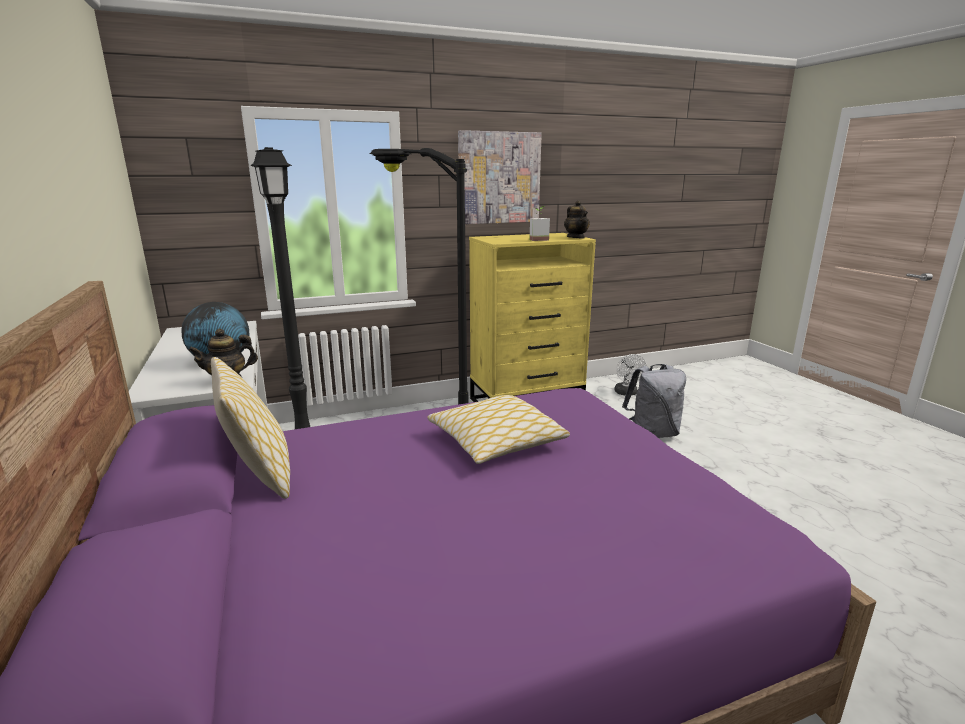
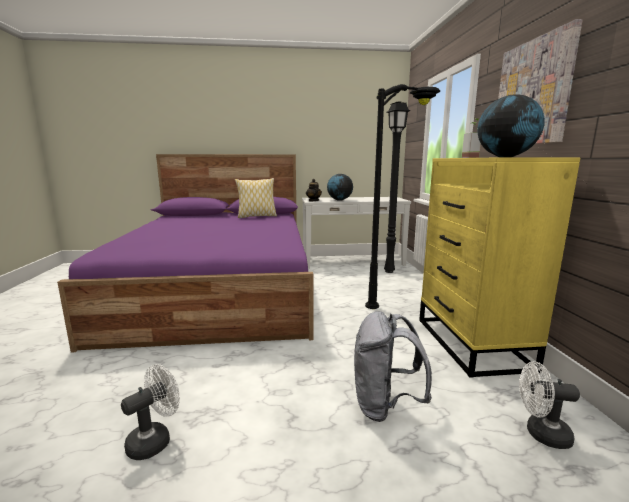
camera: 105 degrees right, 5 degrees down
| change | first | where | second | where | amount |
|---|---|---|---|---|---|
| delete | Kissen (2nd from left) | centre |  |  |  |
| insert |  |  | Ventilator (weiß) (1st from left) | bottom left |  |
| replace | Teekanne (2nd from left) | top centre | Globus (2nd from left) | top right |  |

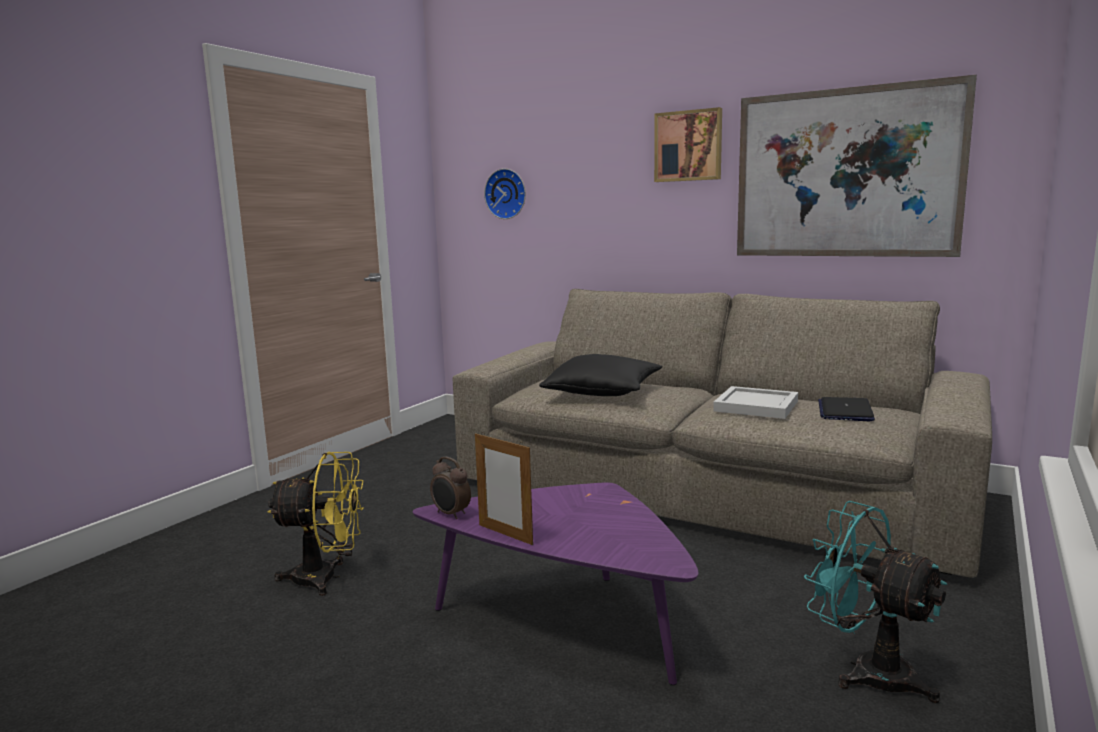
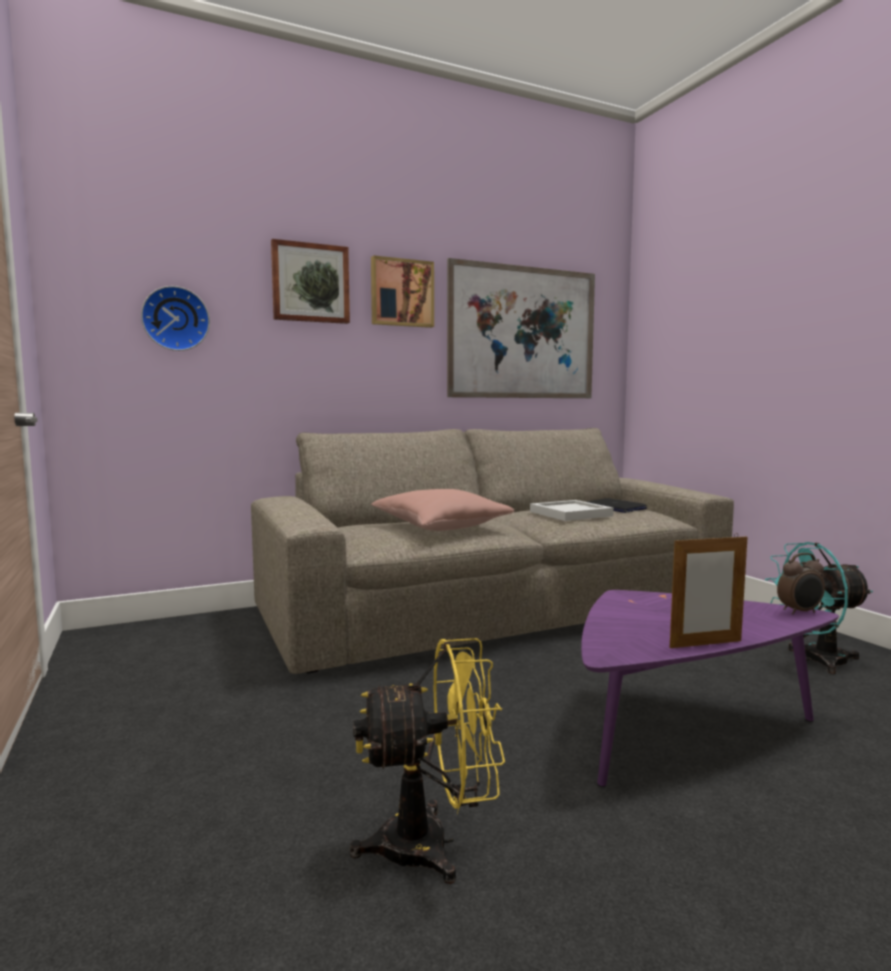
camera: 55 degrees left, 5 degrees down
| change | first | where | second | where | amount |
|---|---|---|---|---|---|
| insert |  |  | Bild (1st from left) | top centre |  |
| move | Wecker | bottom centre |  | middle right |  |
| recolor | Kissen (schwarz) | centre | Kissen (rosa) | centre |  |
| rotate | Ventilator (gelb) | bottom left |  | bottom centre | 45 degrees clockwise |

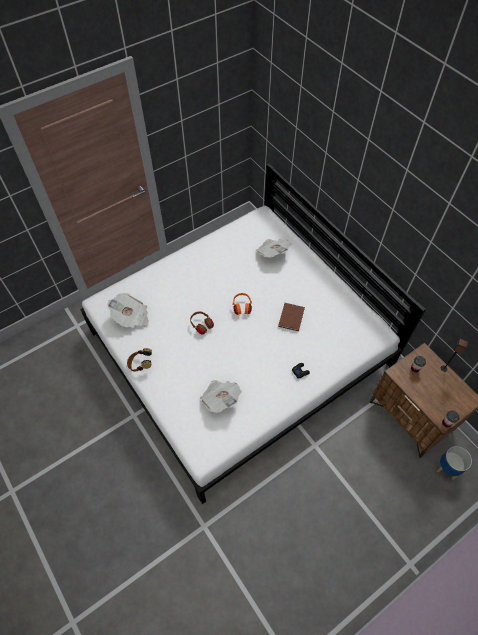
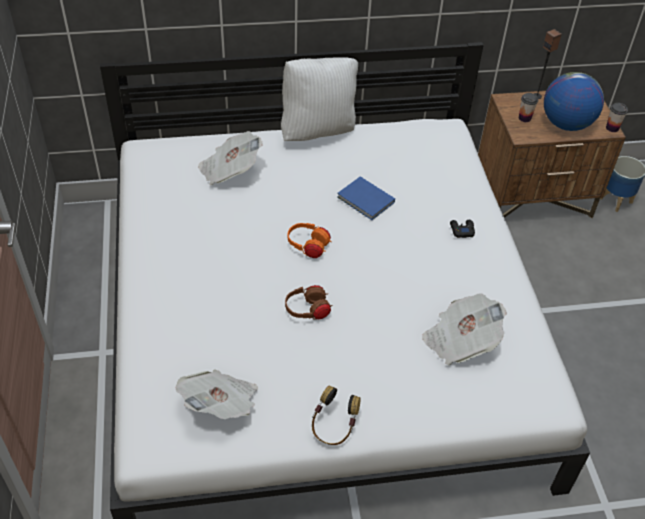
camera: 65 degrees left, 10 degrees down
| change | first | where | second | where | amount |
|---|---|---|---|---|---|
| insert |  |  | Kissen (weiß) | top centre |  |
| insert |  |  | Globus | top right |  |
| recolor | Buch (braun) | centre | Buch (blau) | centre |  |

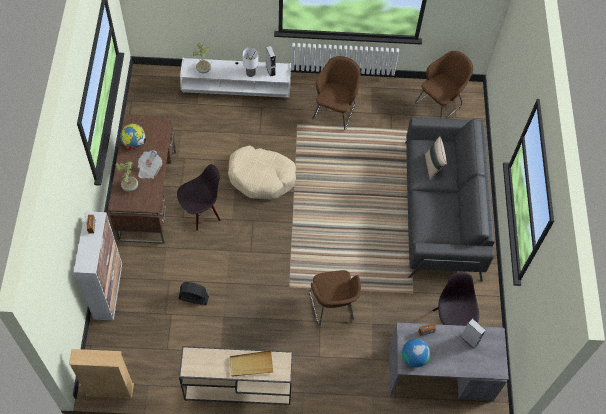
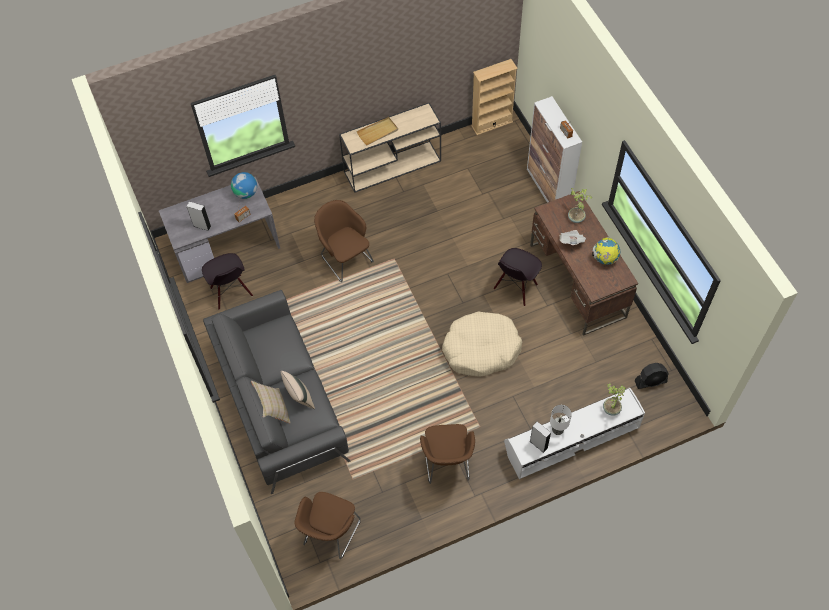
camera: 160 degrees right, 0 degrees up
| change | first | where | second | where | amount |
|---|---|---|---|---|---|
| insert |  |  | Kissen (beige) (1st from left) | middle left |  |
| move | Ventilator (schwarz) | bottom left |  | middle right |  |

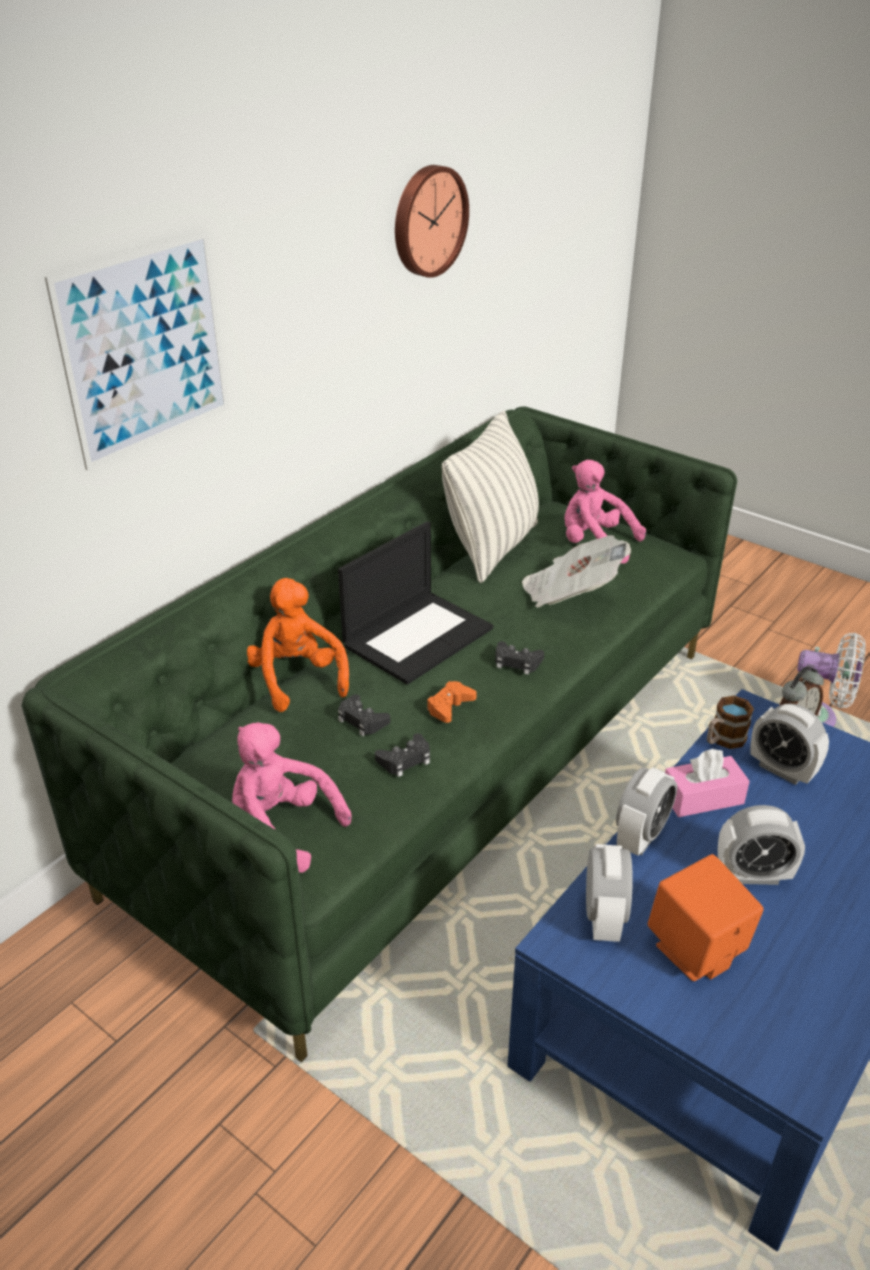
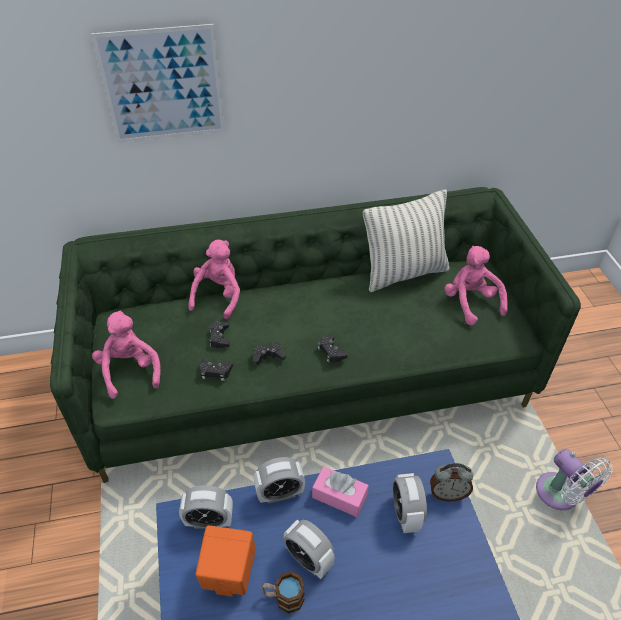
camera: 40 degrees right, 10 degrees up
| change | first | where | second | where | amount |
|---|---|---|---|---|---|
| delete | Laptop | centre |  |  |  |
| delete | Wanduhr | top centre |  |  |  |
| delete | Zeitung | centre |  |  |  |
| move | Henkelbecher | middle right |  | bottom centre |  |
| recolor | Plüschtier (orange) | centre | Plüschtier (rosa) (2nd from left) | centre |  |
| recolor | Gamepad (orange) | centre | Gamepad (schwarz) (3rd from left) | centre |  |
| rotate | Wecker (1st from left) | bottom right |  | bottom left | 45 degrees clockwise |

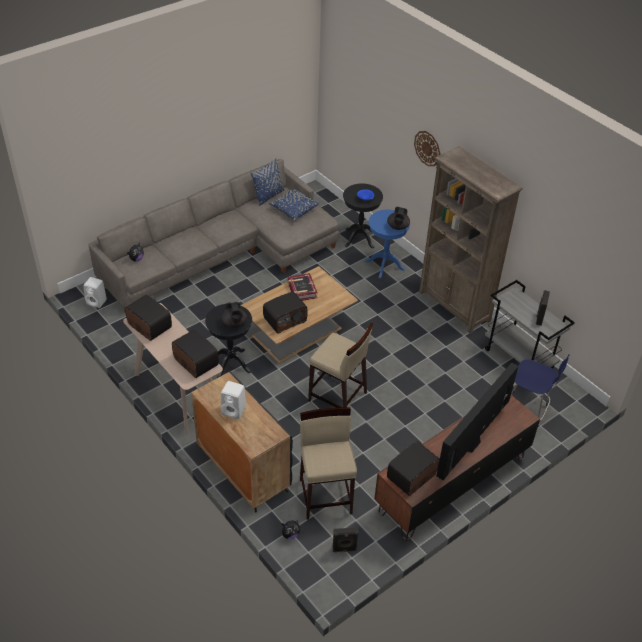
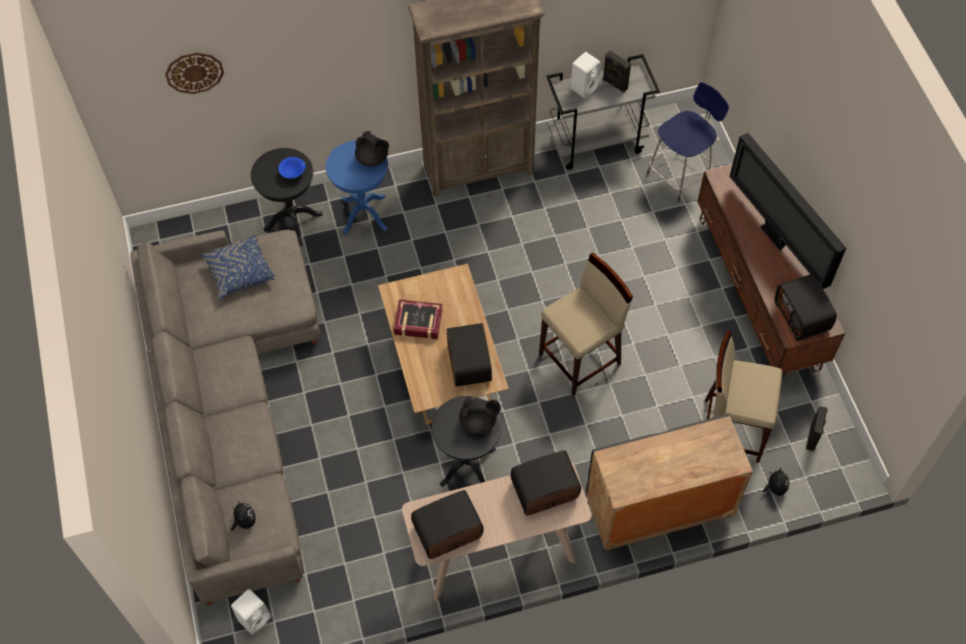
camera: 65 degrees left, 15 degrees up
| change | first | where | second | where | amount |
|---|---|---|---|---|---|
| delete | Kissen (blau) (1st from left) | top centre |  |  |  |
| move | Lautsprecher (weiß) (2nd from left) | centre |  | top centre |  |
| move | Wanduhr | top centre |  | top left |  |

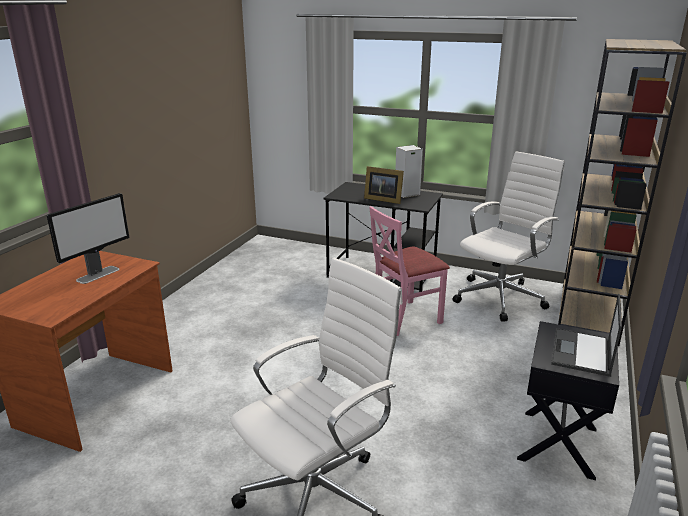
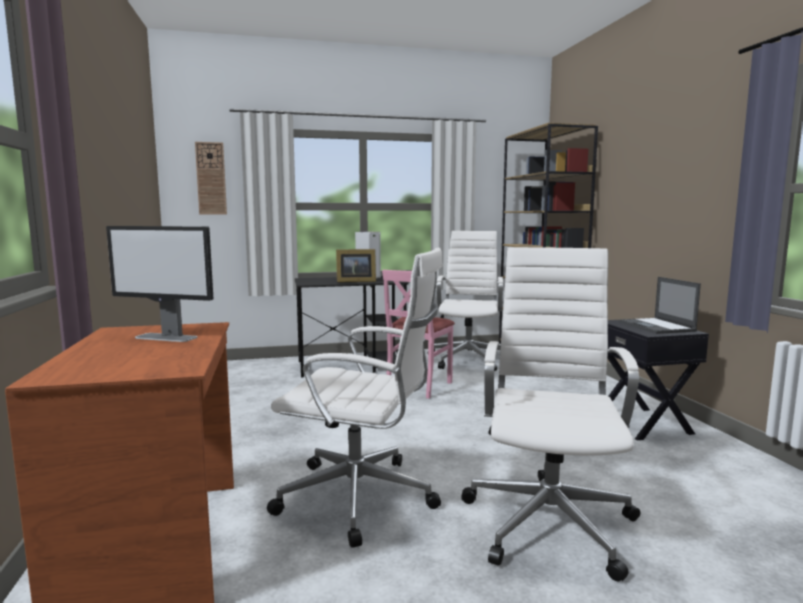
camera: 35 degrees left, 15 degrees down
| change | first | where | second | where | amount |
|---|---|---|---|---|---|
| insert |  |  | Wanduhr | top left |  |
| insert |  |  | Bürostuhl (weiß) (1st from left) | centre |  |
| rotate | Monitor | middle left |  | middle left | 105 degrees clockwise |

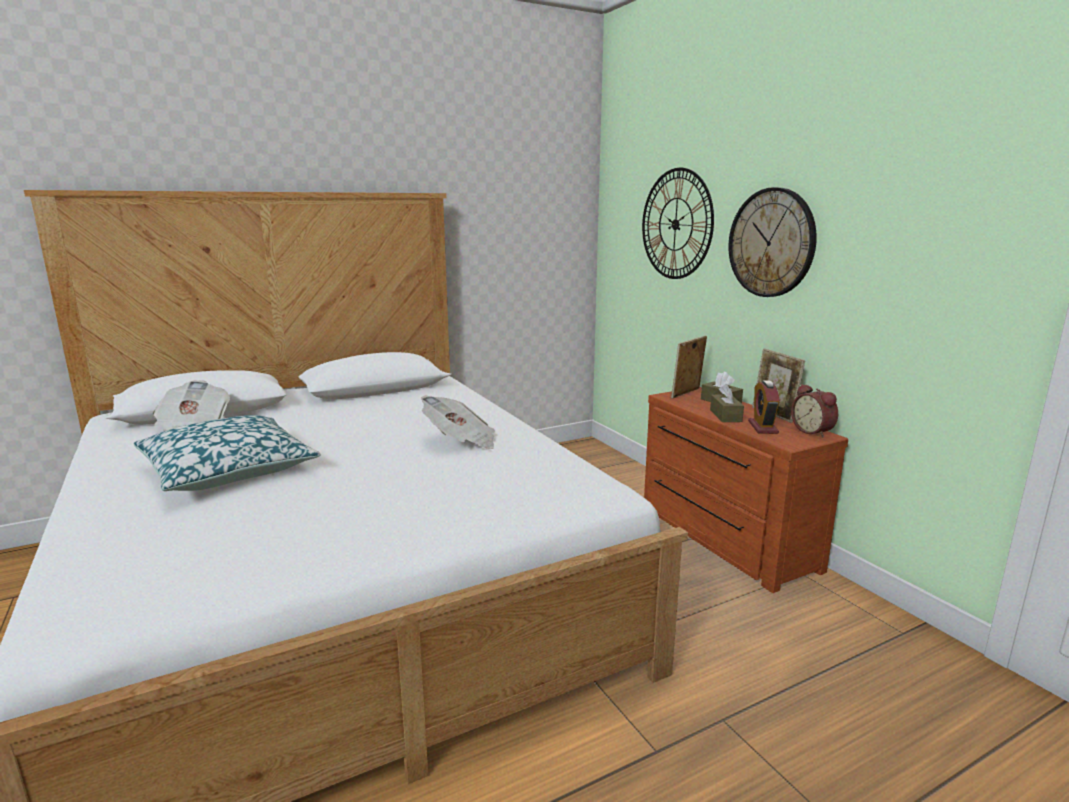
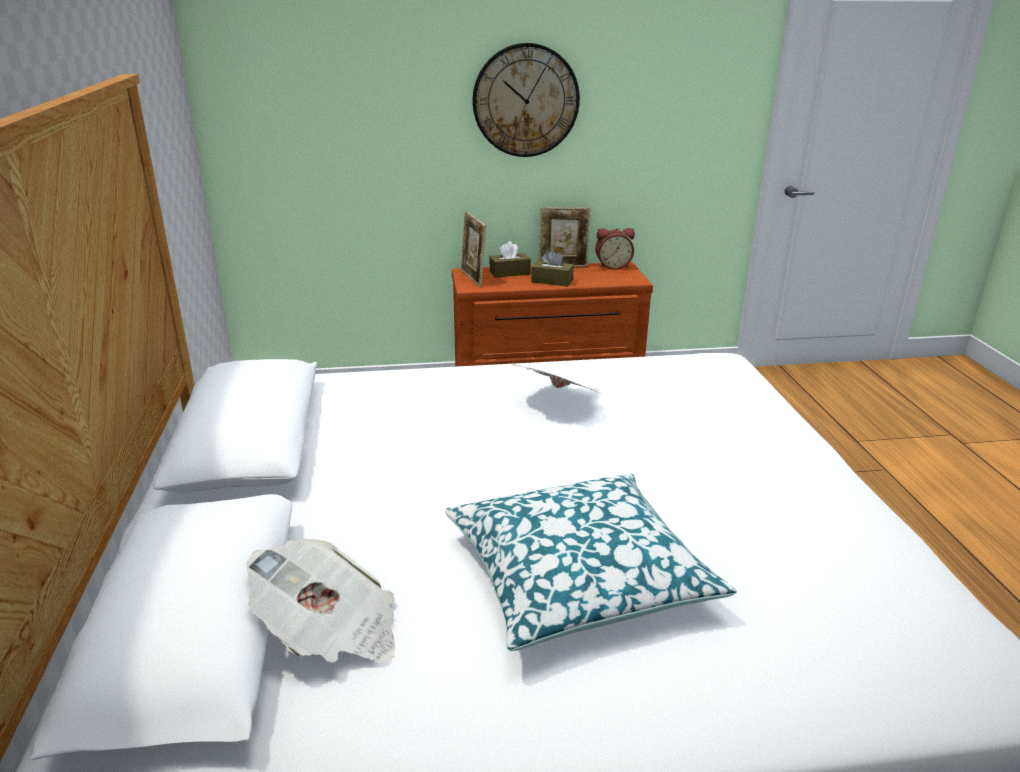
camera: 70 degrees left, 10 degrees up
| change | first | where | second | where | amount |
|---|---|---|---|---|---|
| delete | Wanduhr (1st from left) | top centre |  |  |  |
| delete | Wecker (1st from left) | middle right |  |  |  |

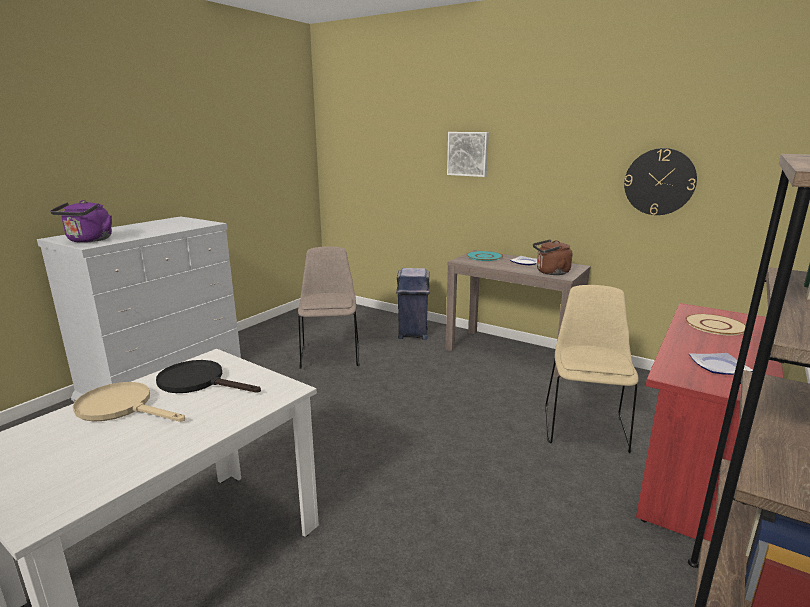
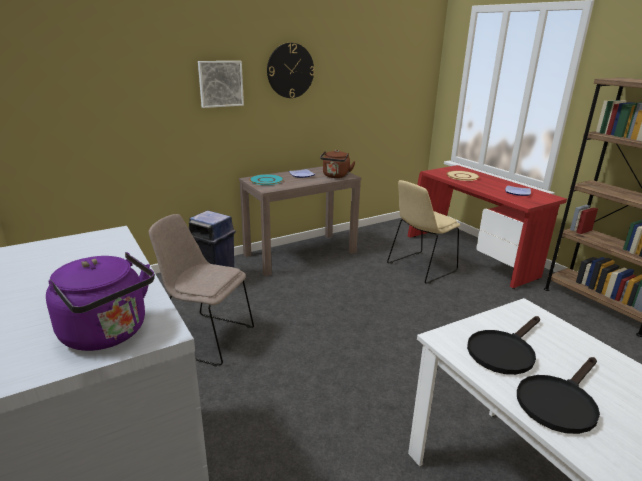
camera: 65 degrees left, 5 degrees up
| change | first | where | second | where | amount |
|---|---|---|---|---|---|
| move | Wanduhr | top right |  | top centre |  |
| recolor | Pfanne (beige) | middle left | Pfanne (schwarz) (2nd from left) | bottom right |  |
| rotate | Stuhl (beige) (2nd from left) | middle right |  | centre | 75 degrees counterclockwise |

